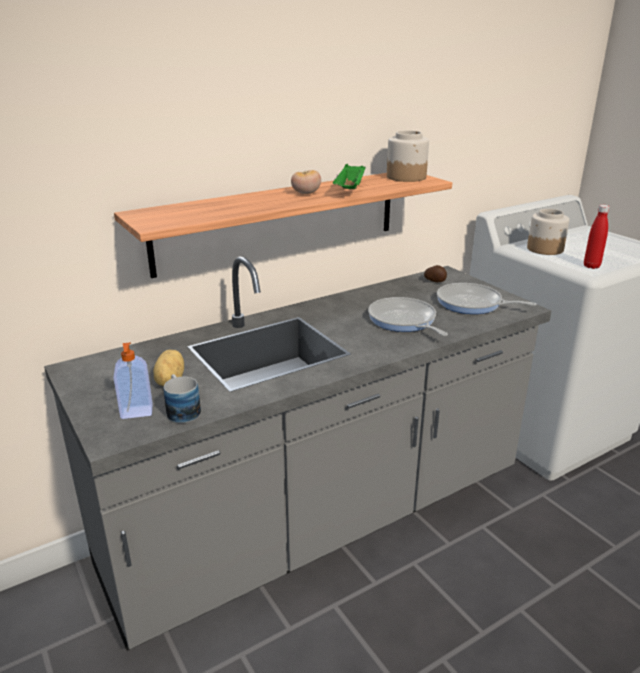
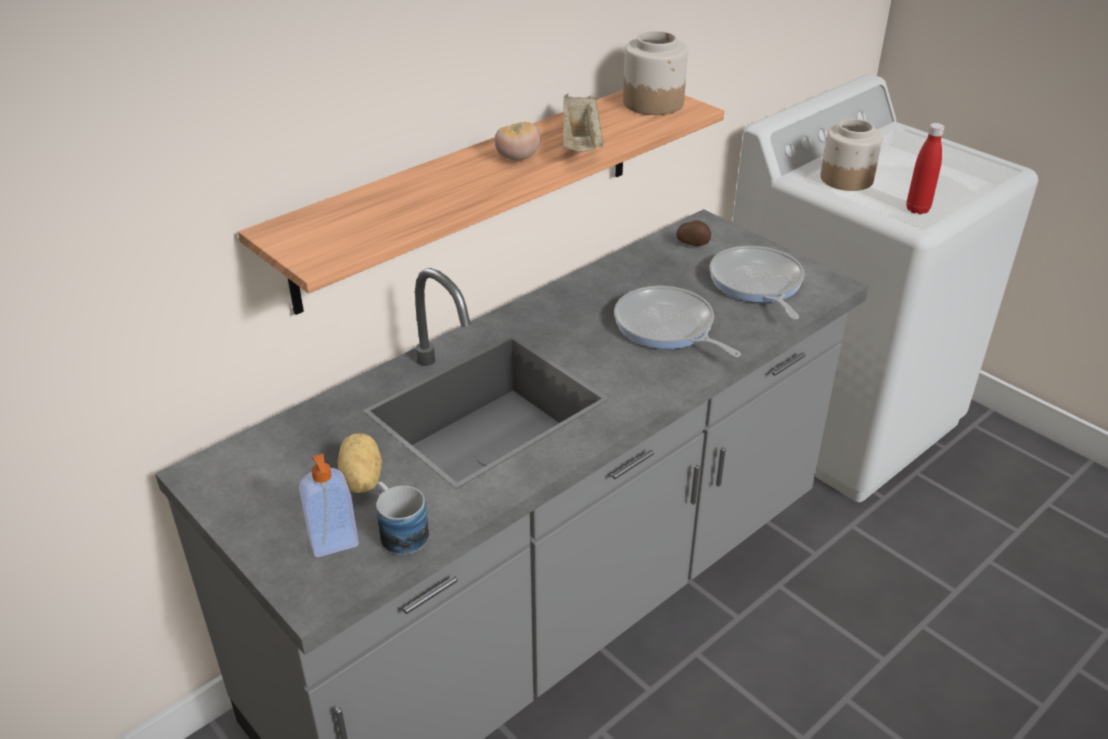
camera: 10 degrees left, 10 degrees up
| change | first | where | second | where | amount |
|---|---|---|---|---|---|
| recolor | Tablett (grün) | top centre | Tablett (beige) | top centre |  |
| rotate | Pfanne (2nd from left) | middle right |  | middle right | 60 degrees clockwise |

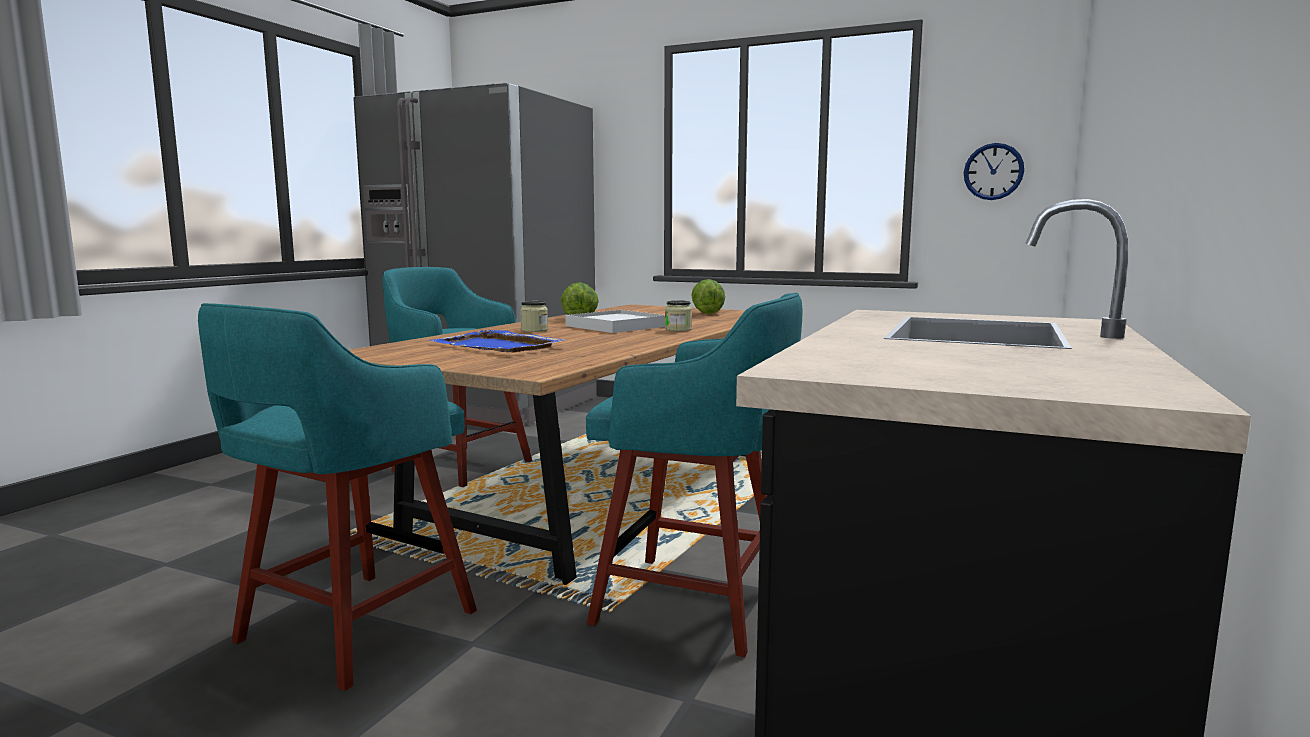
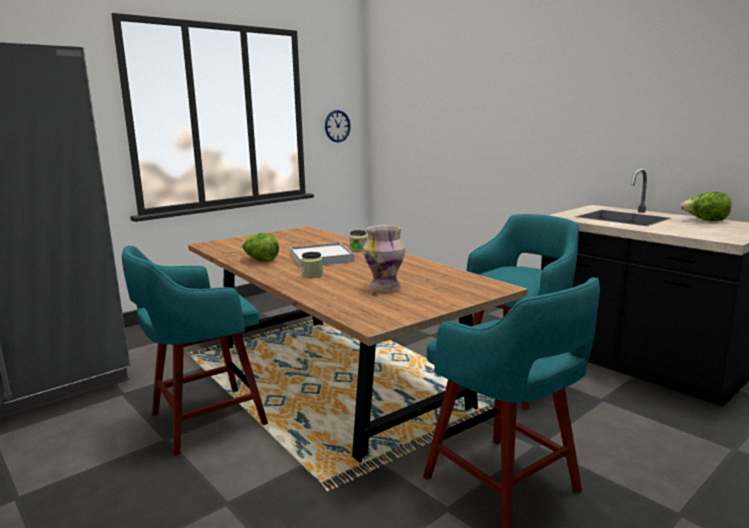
camera: 65 degrees left, 5 degrees up
| change | first | where | second | where | amount |
|---|---|---|---|---|---|
| move | Salatkopf (2nd from left) | centre |  | middle right |  |
| replace | Tablett (blau) | centre | Vase | centre |  |

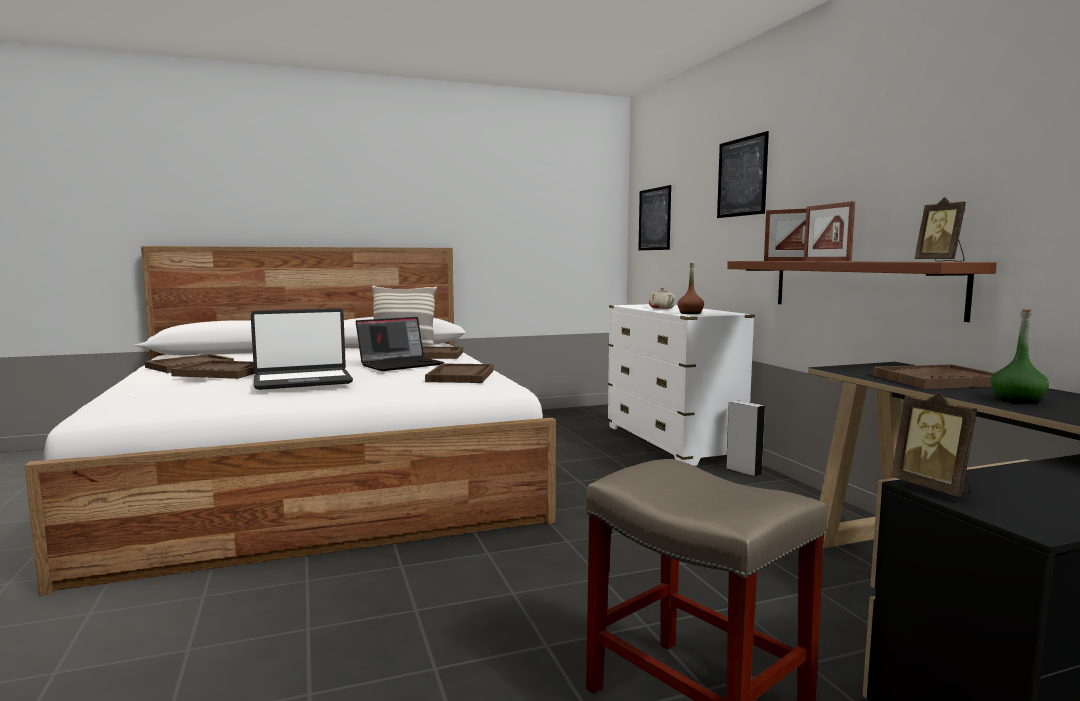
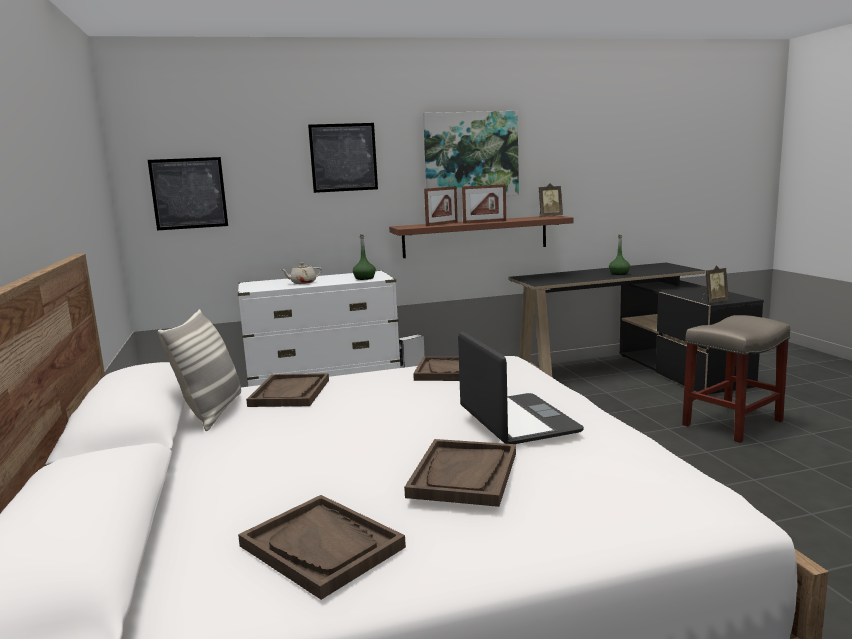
camera: 85 degrees left, 5 degrees up
| change | first | where | second | where | amount |
|---|---|---|---|---|---|
| delete | Laptop (2nd from left) | centre |  |  |  |
| delete | Tablett (braun) (5th from left) | middle right |  |  |  |
| insert |  |  | Bild (3rd from left) | top centre |  |
| recolor | Flasche (braun) | centre | Flasche (grün) (1st from left) | centre |  |

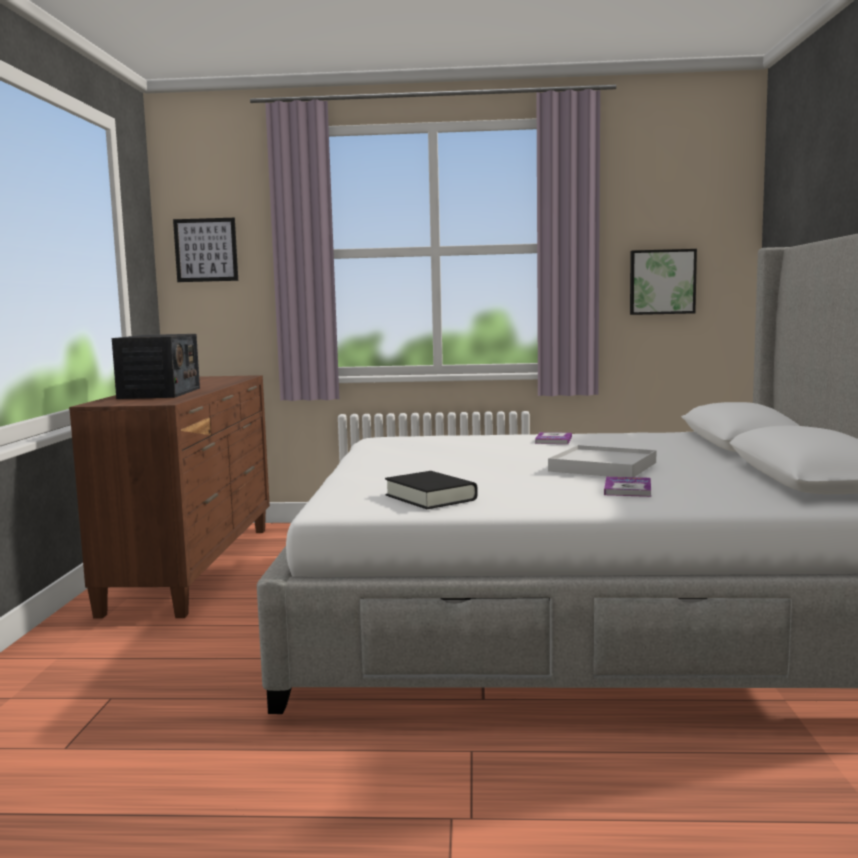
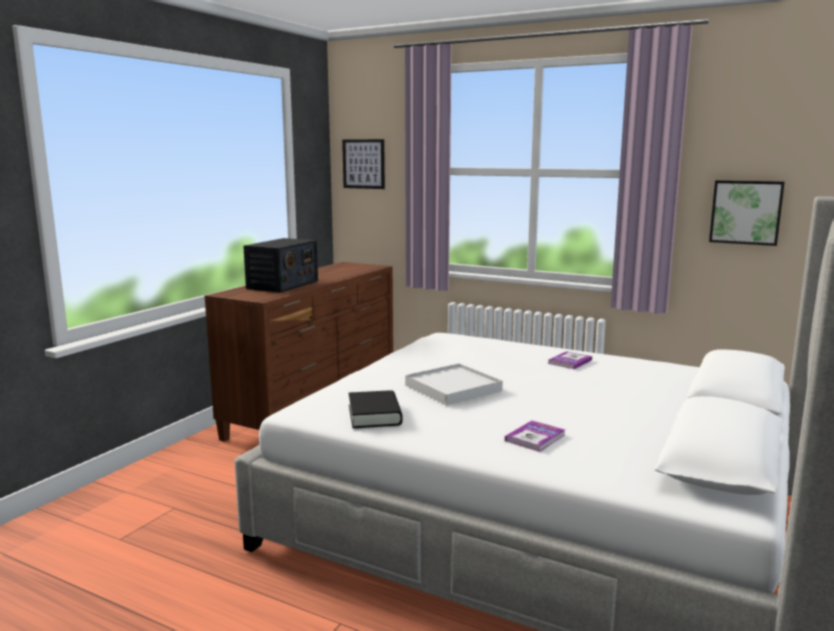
camera: 25 degrees right, 5 degrees up
| change | first | where | second | where | amount |
|---|---|---|---|---|---|
| move | Tablett (weiß) | middle right |  | centre |  |

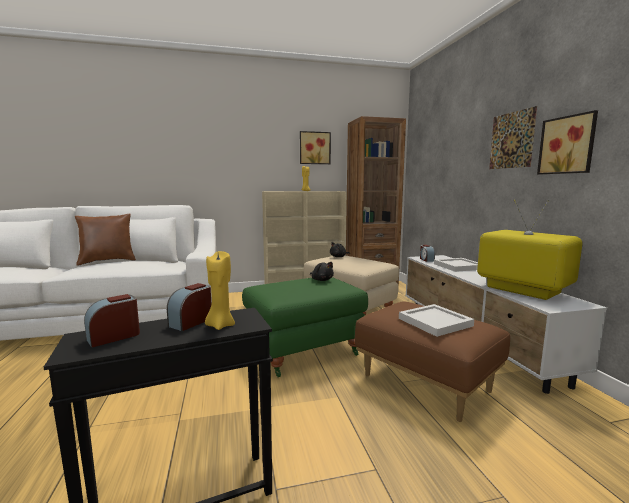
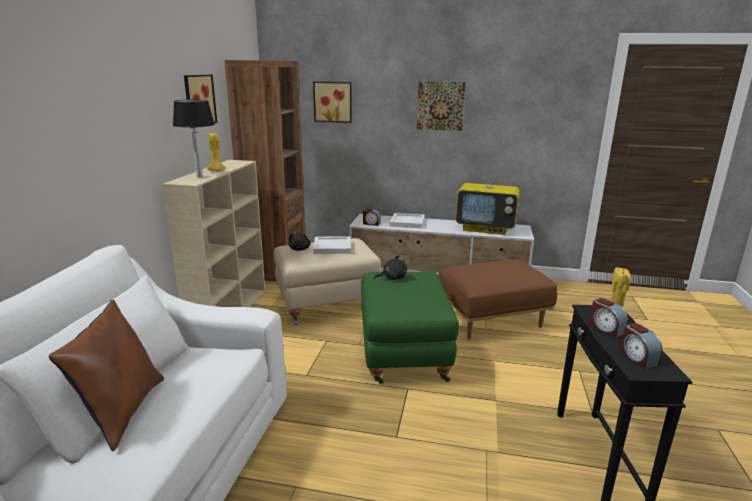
camera: 65 degrees left, 10 degrees up
| change | first | where | second | where | amount |
|---|---|---|---|---|---|
| insert |  |  | Tischlampe | top left |  |
| move | Tablett (weiß) (1st from left) | middle right |  | centre |  |
| move | Bild (3rd from left in the first image) | top right | Bild (2nd from left) | top centre |  |
| rotate | Fernseher | middle right |  | centre | 150 degrees counterclockwise |

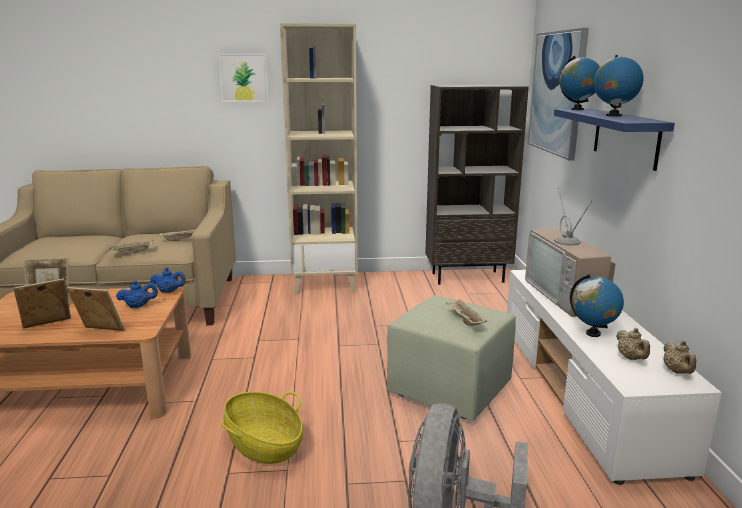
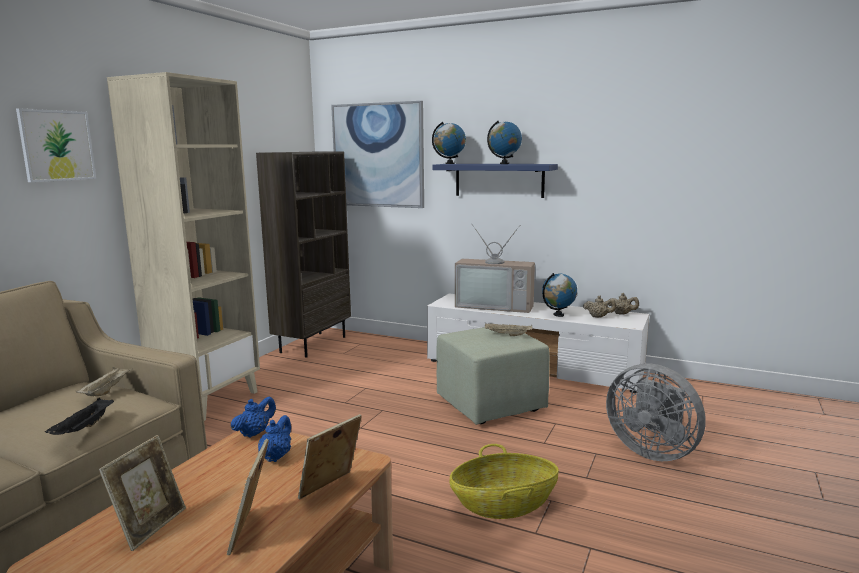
camera: 60 degrees left, 5 degrees down
| change | first | where | second | where | amount |
|---|---|---|---|---|---|
| recolor | Tablett (beige) (1st from left) | middle left | Tablett (schwarz) | bottom left |  |

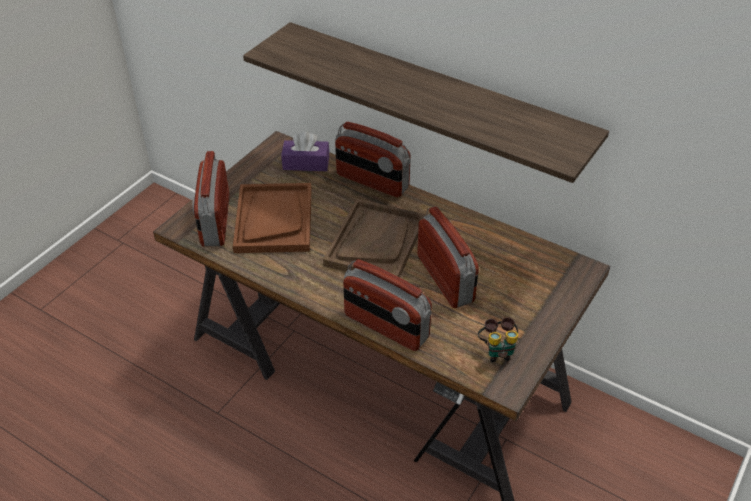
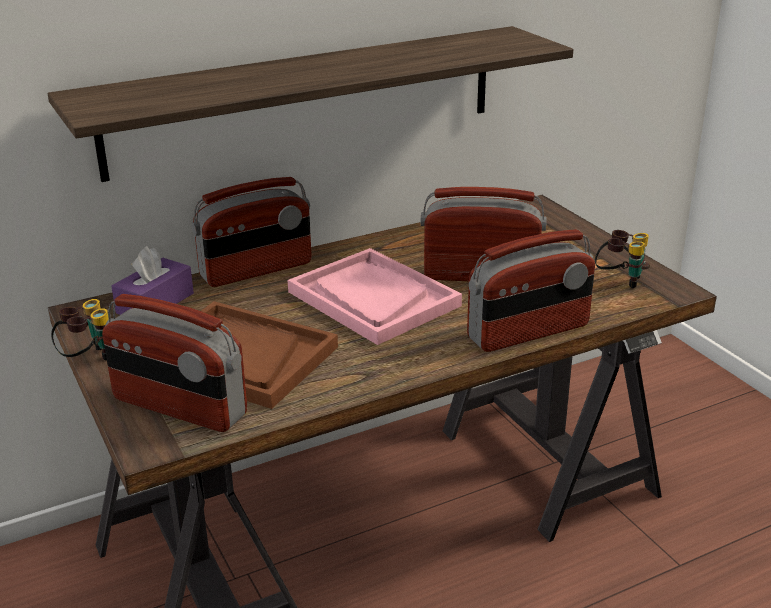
camera: 60 degrees left, 15 degrees down
| change | first | where | second | where | amount |
|---|---|---|---|---|---|
| insert |  |  | Fernglas (1st from left) | middle left |  |
| recolor | Tablett (braun) (2nd from left) | centre | Tablett (rosa) | centre |  |

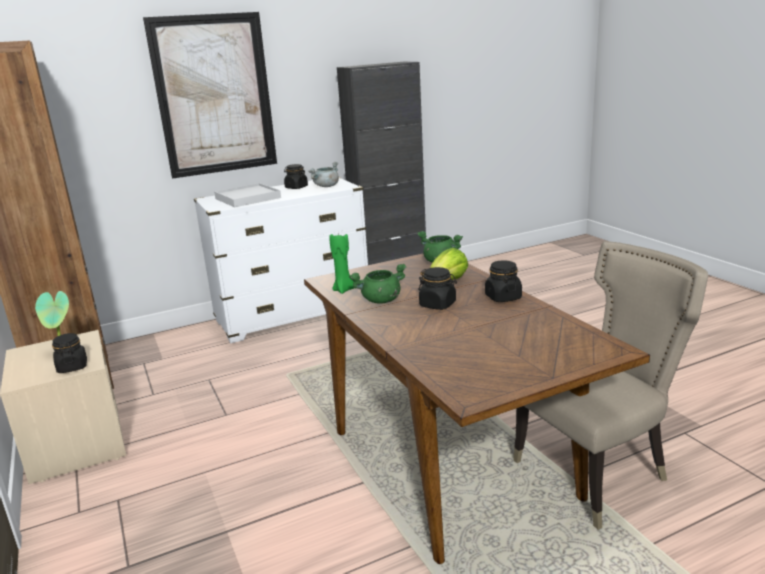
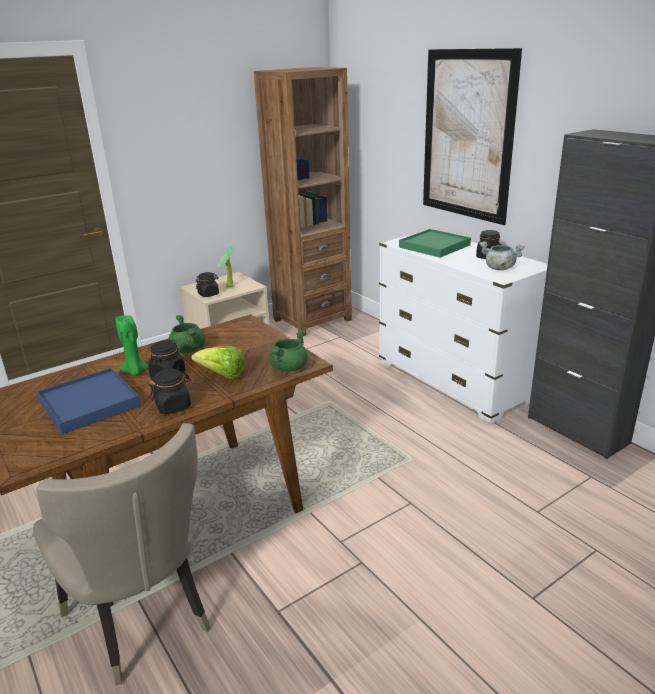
camera: 80 degrees right, 5 degrees up
| change | first | where | second | where | amount |
|---|---|---|---|---|---|
| insert |  |  | Tablett (blau) | middle left |  |
| move | Kerze (grün) | centre |  | middle left |  |
| recolor | Tablett (weiß) | middle left | Tablett (grün) | centre |  |

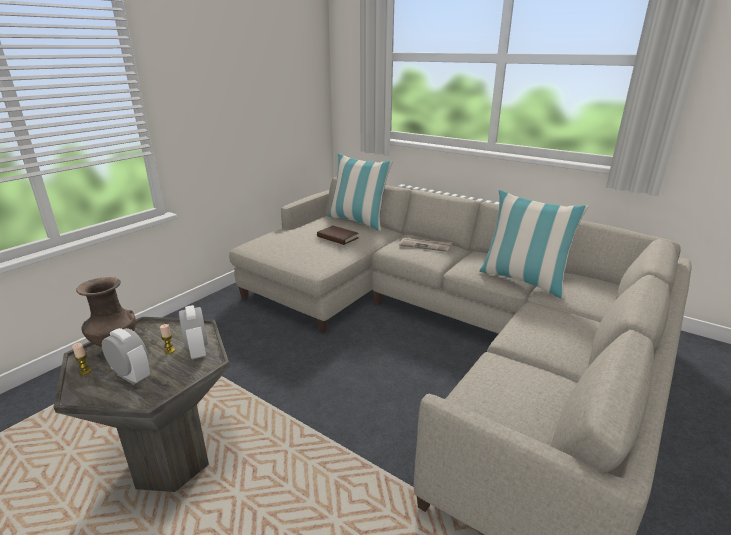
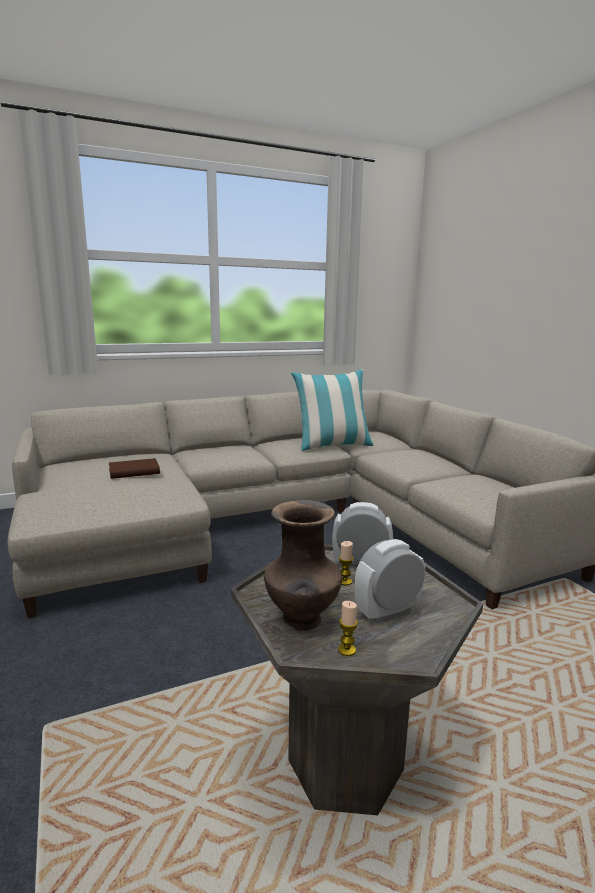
camera: 60 degrees left, 10 degrees down
| change | first | where | second | where | amount |
|---|---|---|---|---|---|
| delete | Kissen (1st from left) | centre |  |  |  |
| delete | Zeitung | centre |  |  |  |

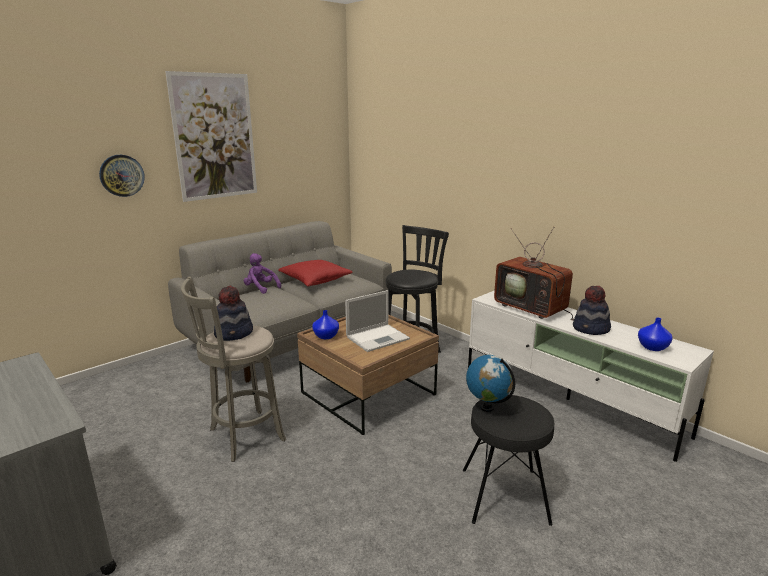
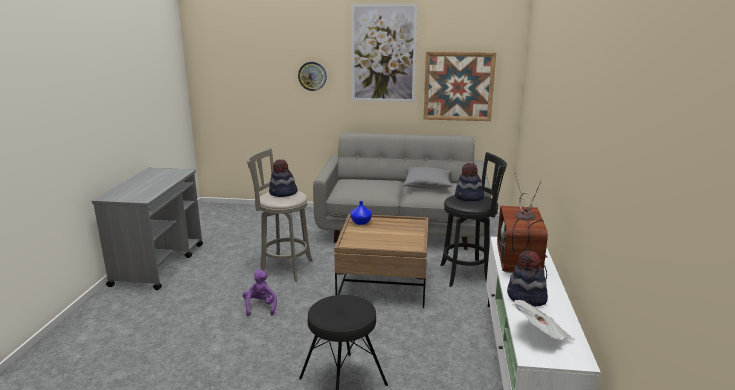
camera: 50 degrees right, 0 degrees up
| change | first | where | second | where | amount |
|---|---|---|---|---|---|
| delete | Laptop | centre |  |  |  |
| delete | Globus | centre |  |  |  |
| insert |  |  | Bild (2nd from left) | top centre |  |
| insert |  |  | Hut (2nd from left) | centre |  |
| move | Plüschtier (lila) | centre |  | bottom centre |  |
| replace | Vase (blau) (2nd from left) | middle right | Zeitung | bottom right |  |
| recolor | Kissen (rot) | centre | Kissen (grau) | centre |  |

